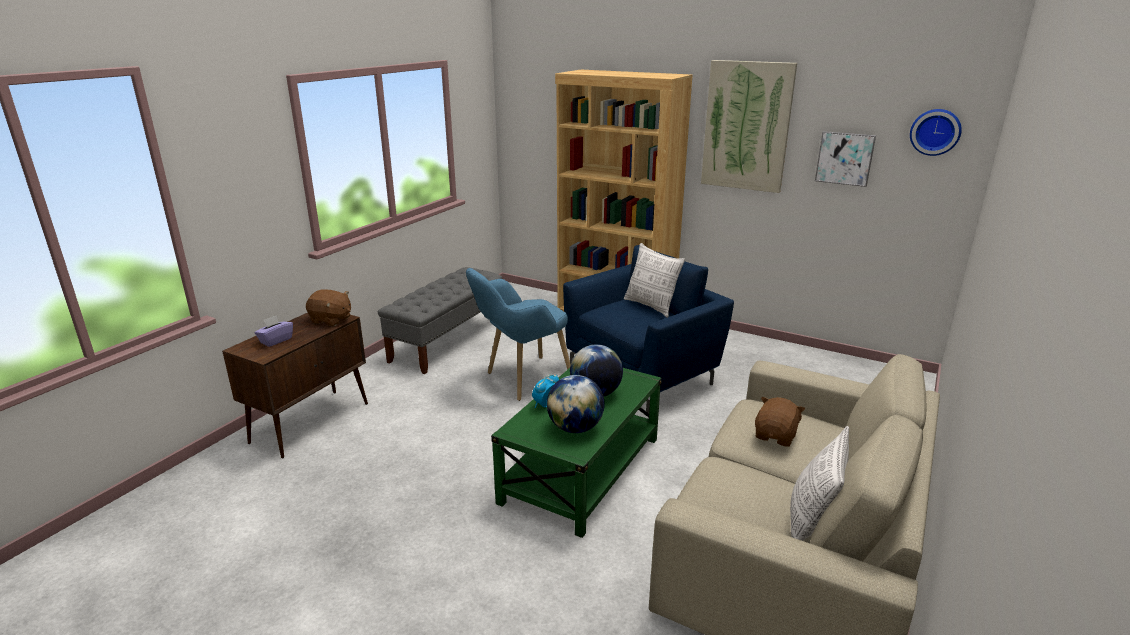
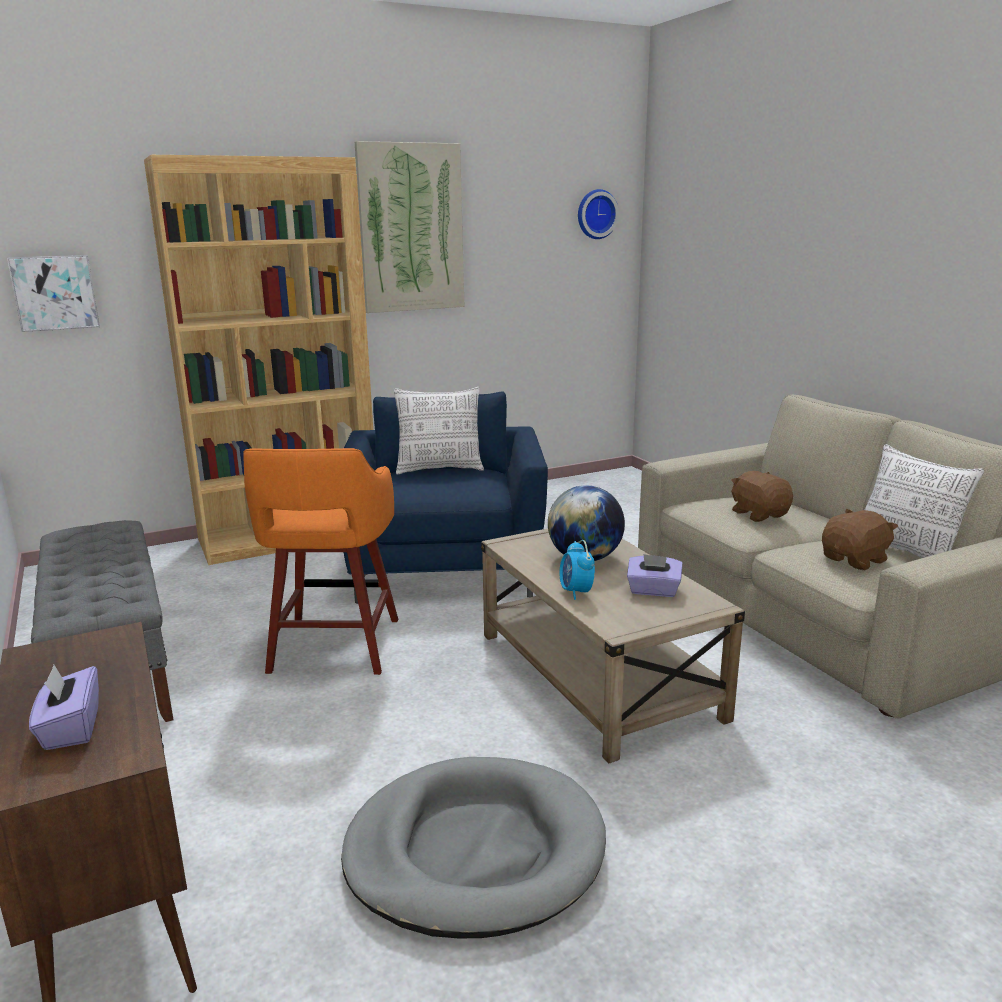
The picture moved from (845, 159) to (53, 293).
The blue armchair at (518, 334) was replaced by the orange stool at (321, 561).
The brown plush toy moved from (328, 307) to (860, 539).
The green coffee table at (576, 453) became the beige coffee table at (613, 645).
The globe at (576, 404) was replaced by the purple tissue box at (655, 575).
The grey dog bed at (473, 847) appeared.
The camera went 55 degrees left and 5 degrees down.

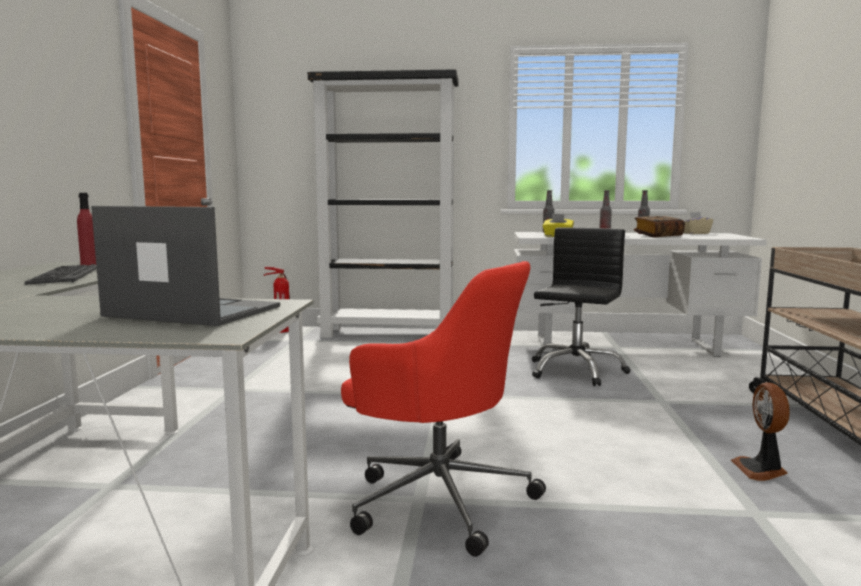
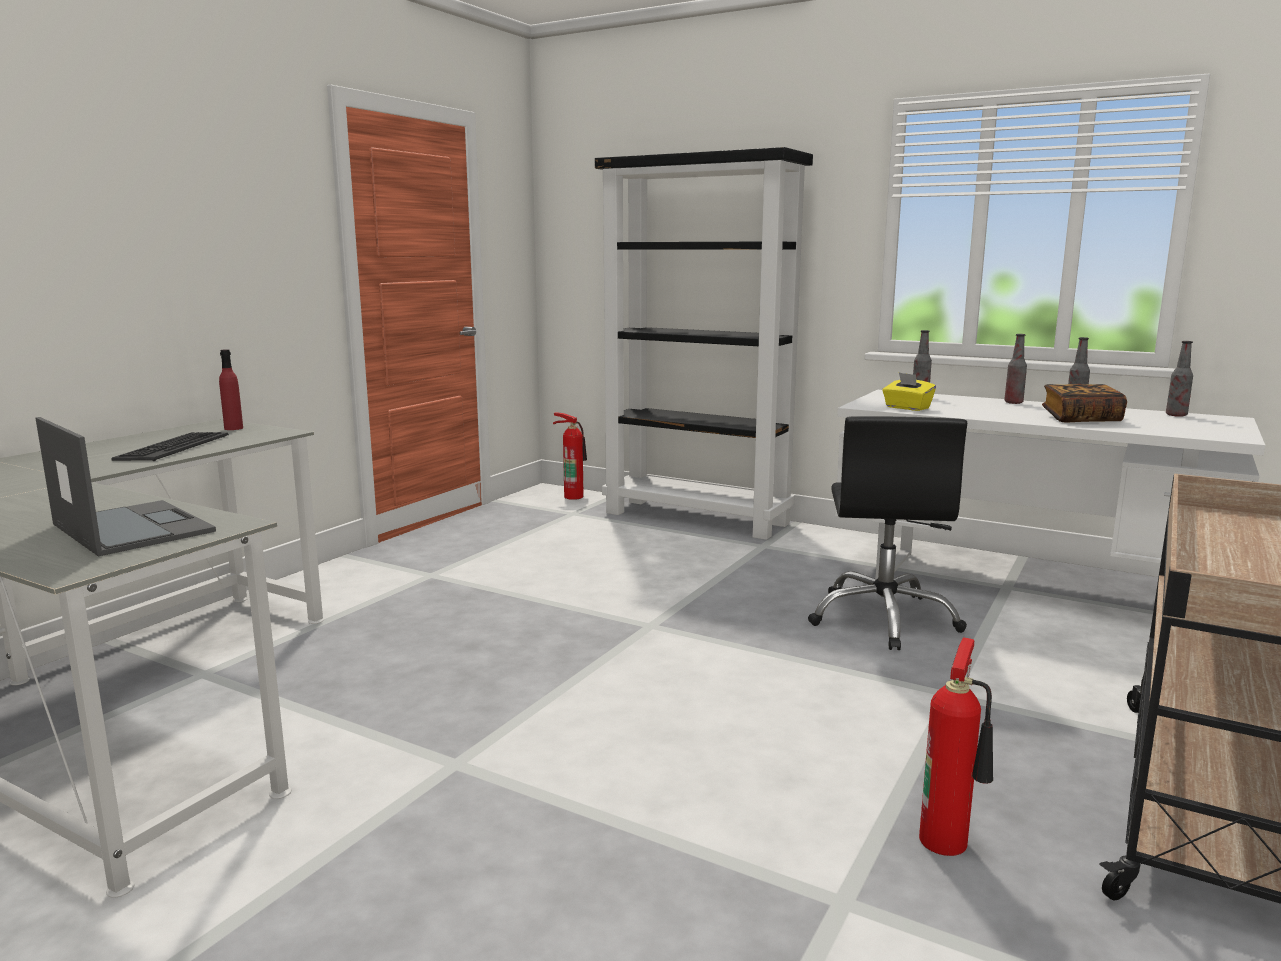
The beige tissue box at (698, 223) was replaced by the bottle at (1179, 379).
The black office chair at (581, 307) turned 135 degrees clockwise.
The red office chair at (443, 409) disappeared.
The fan at (760, 431) was replaced by the fire extinguisher at (956, 747).
The camera went 25 degrees right and 5 degrees up.

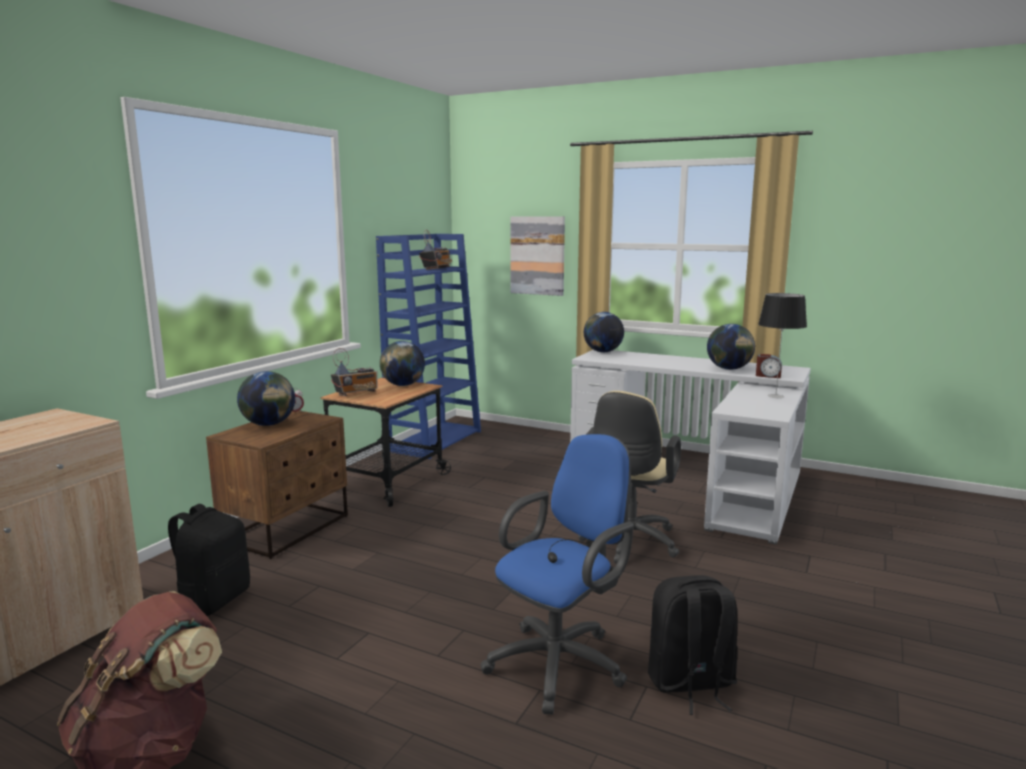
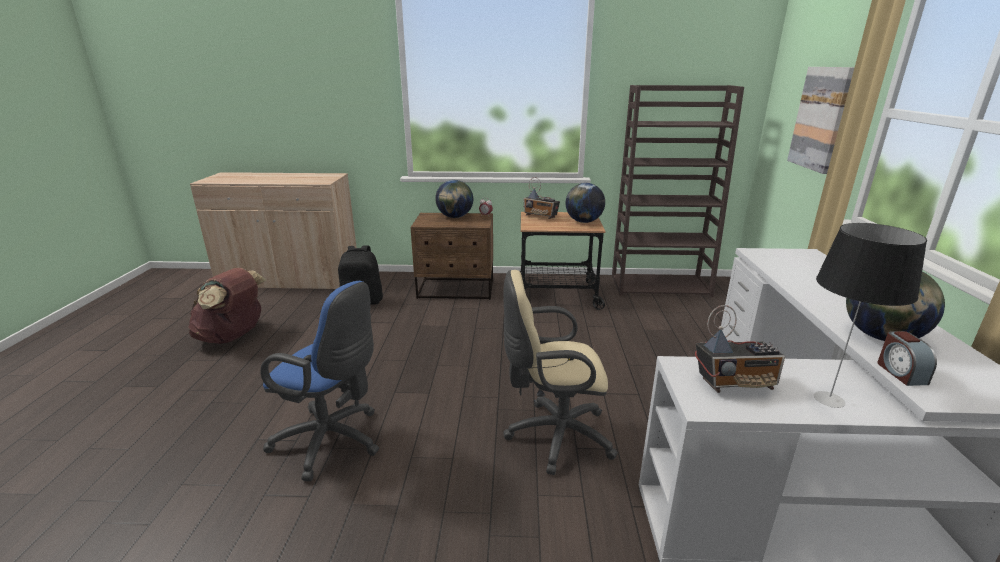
The radio moved from (435, 250) to (740, 349).
The blue bookcase at (428, 346) became the brown bookcase at (678, 191).
The globe at (604, 332) disappeared.
The black backpack at (693, 645) disappeared.
The camera went 65 degrees right and 10 degrees up.

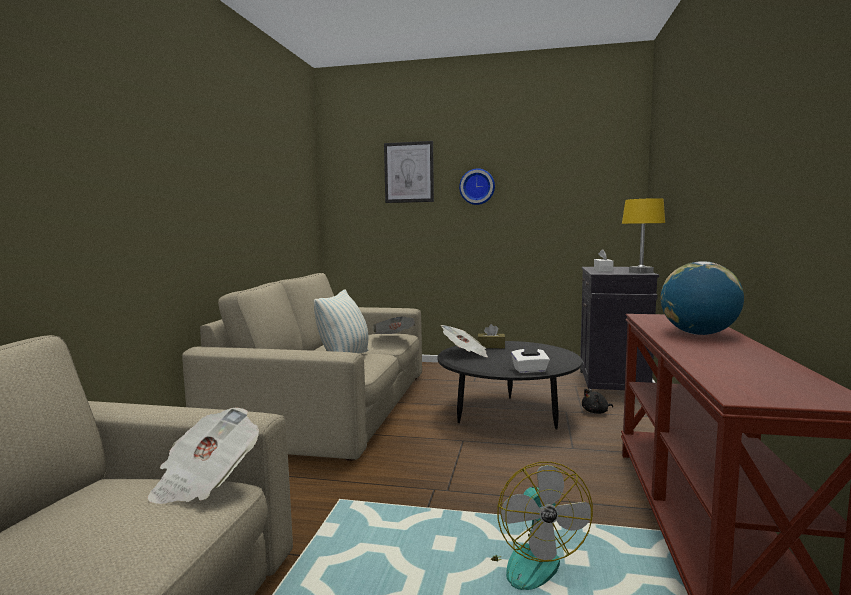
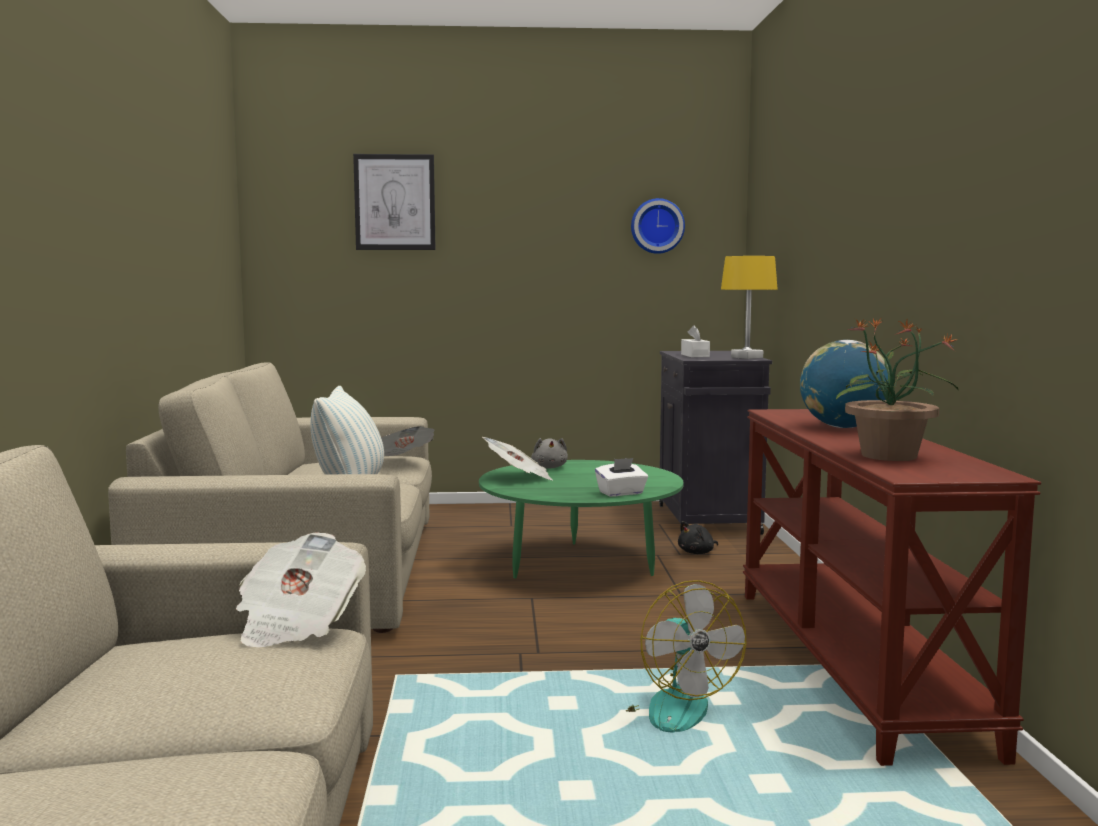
The wall clock moved from (477, 186) to (658, 226).
The brown tissue box at (491, 336) was replaced by the grey plush toy at (549, 453).
The black coffee table at (510, 385) became the green coffee table at (581, 519).
The potted plant at (897, 389) appeared.
The camera went 15 degrees left and 0 degrees up.

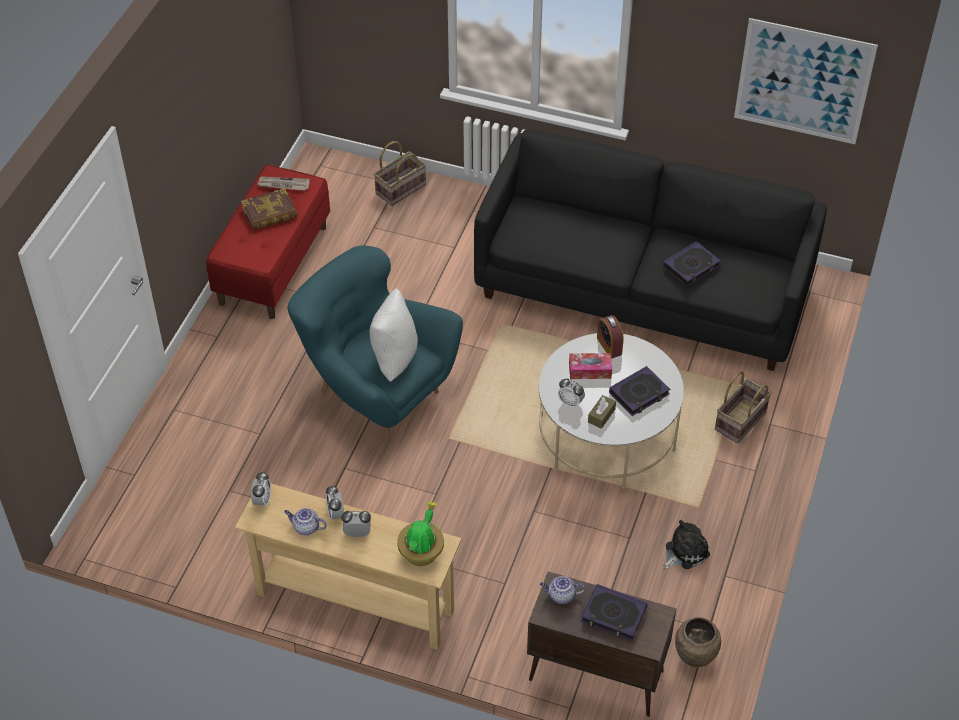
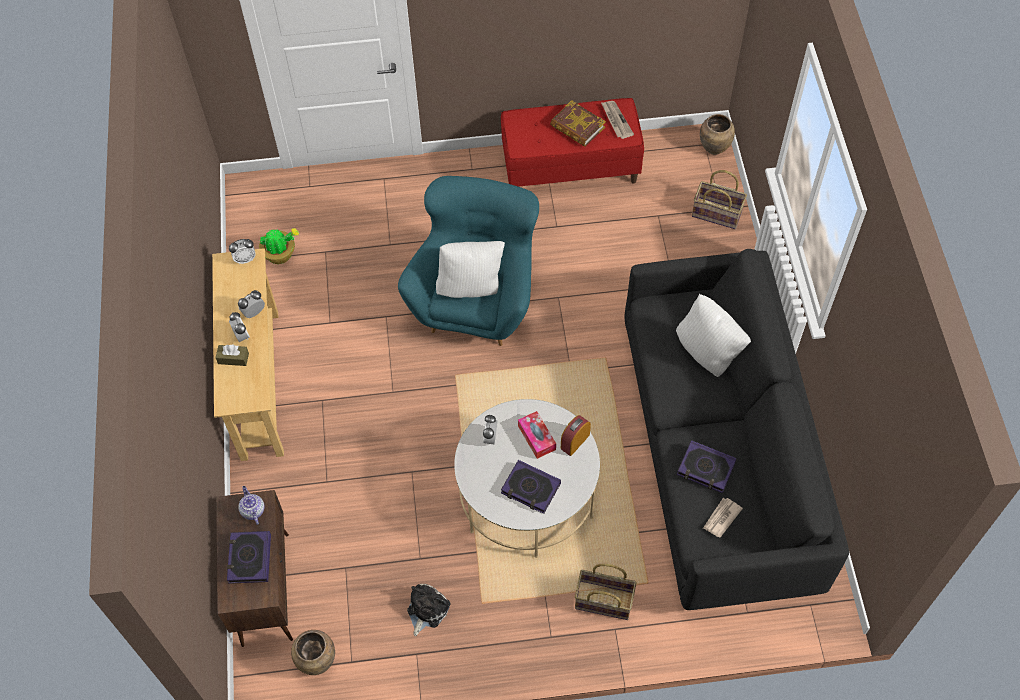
The picture at (806, 81) disappeared.
The brown tissue box moved from (602, 412) to (232, 355).
The potted plant moved from (420, 533) to (279, 246).
The teapot at (305, 521) disappeared.
The plush toy at (686, 544) turned 90 degrees counterclockwise.
The brown vase at (717, 134) appeared.
The white pillow at (713, 335) appeared.
The newspaper at (723, 518) appeared.
The camera went 65 degrees right and 10 degrees up.

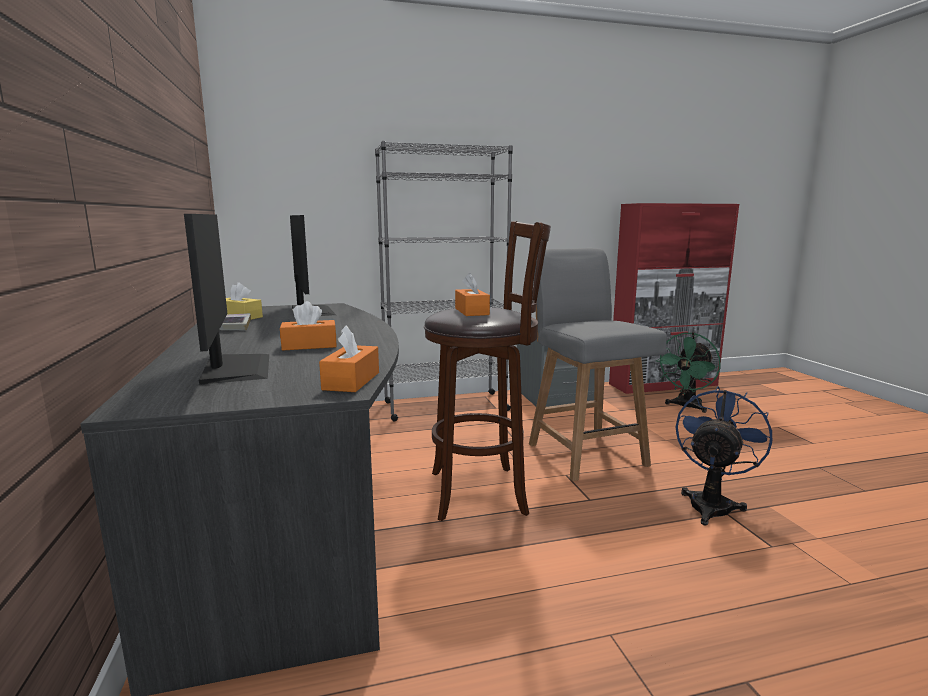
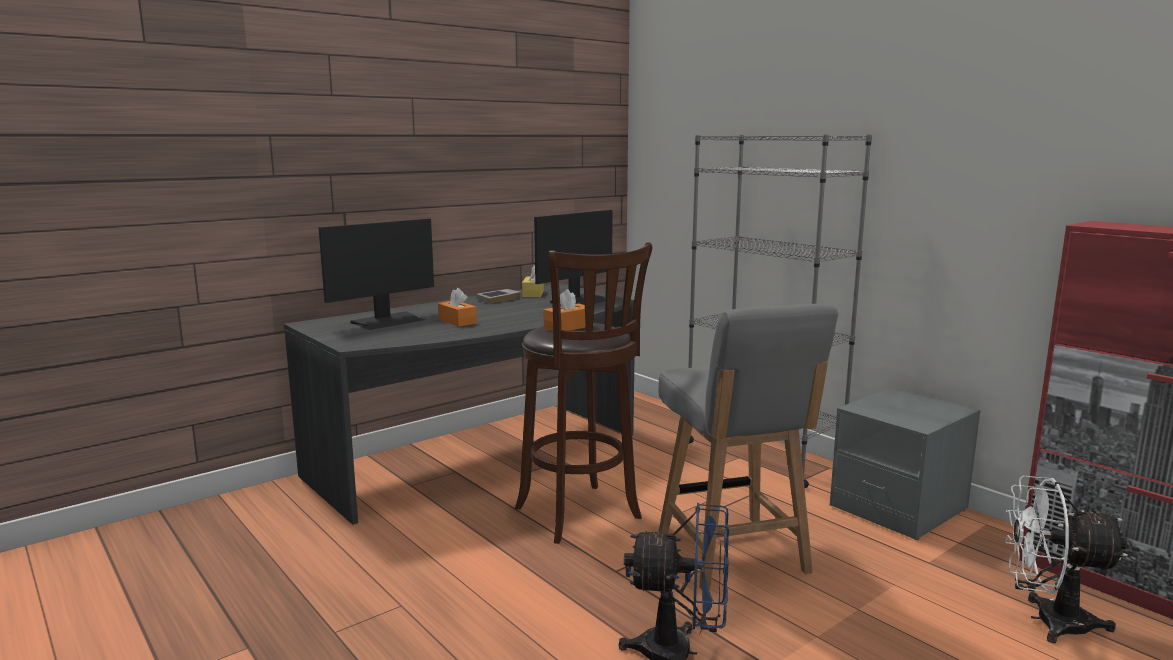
The grey chair at (598, 364) turned 120 degrees clockwise.
The orange tissue box at (349, 358) disappeared.
The green fan at (688, 372) became the white fan at (1066, 559).
The camera went 65 degrees right and 0 degrees up.

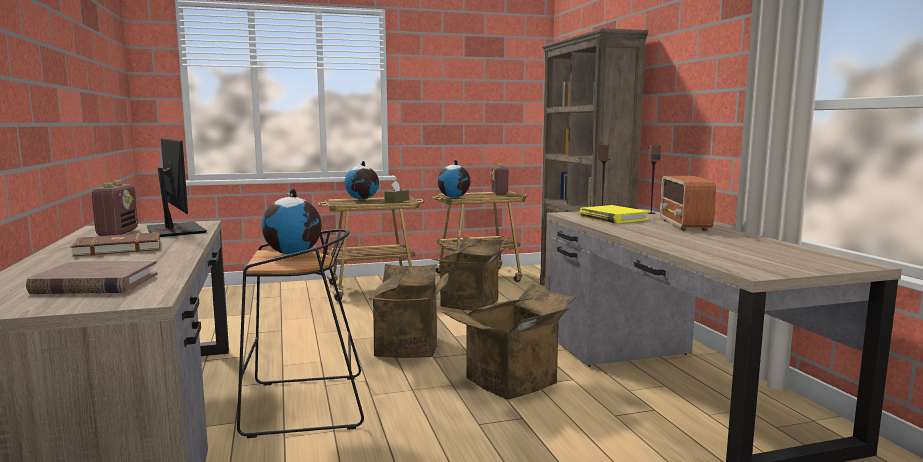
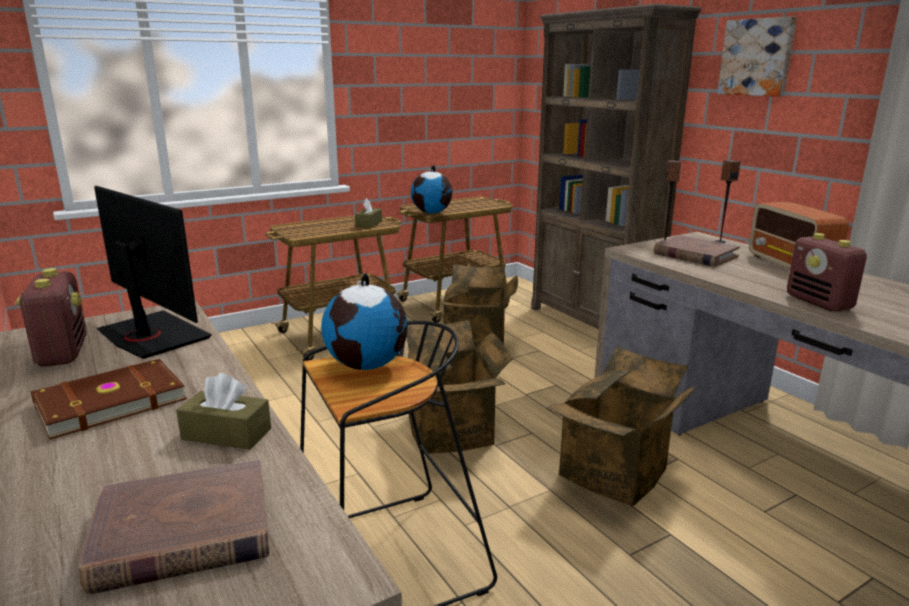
The globe at (362, 180) disappeared.
The radio moved from (500, 179) to (827, 272).
The yellow book at (615, 214) became the brown book at (697, 251).
The picture at (757, 56) appeared.
The brown tissue box at (223, 411) appeared.
The camera went 15 degrees left and 10 degrees up.

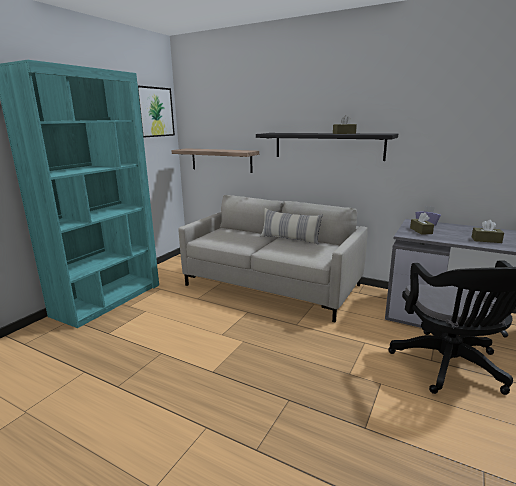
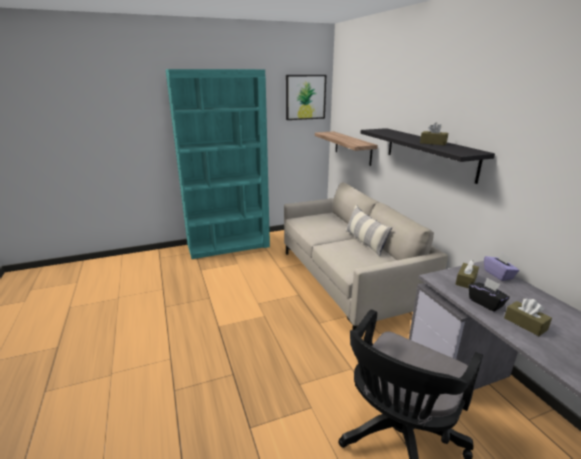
The black tissue box at (489, 295) appeared.
The camera went 40 degrees right and 5 degrees up.

